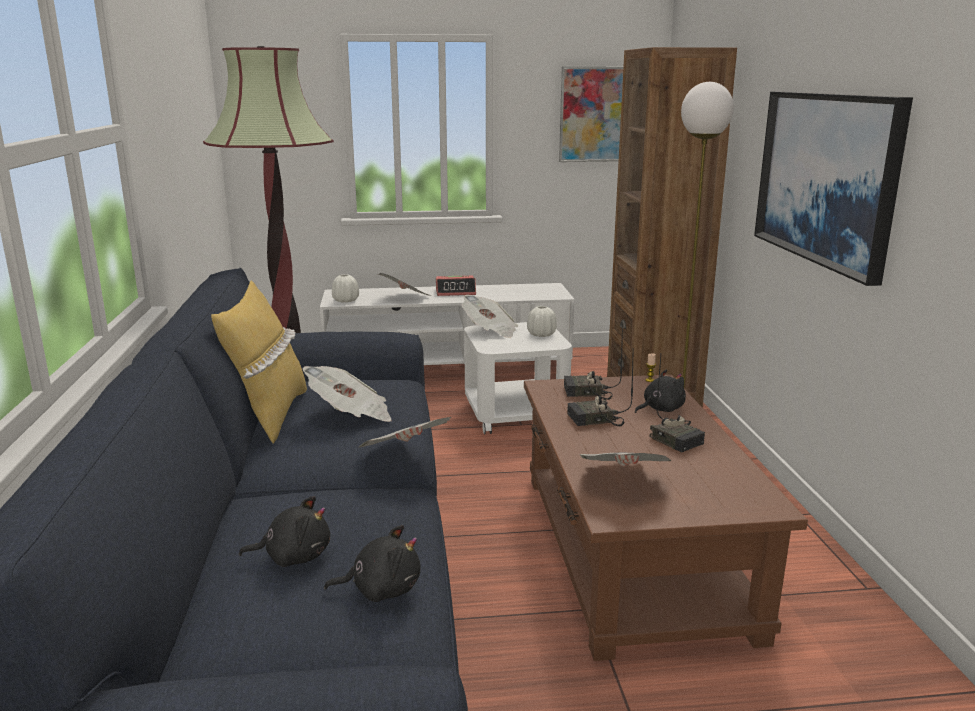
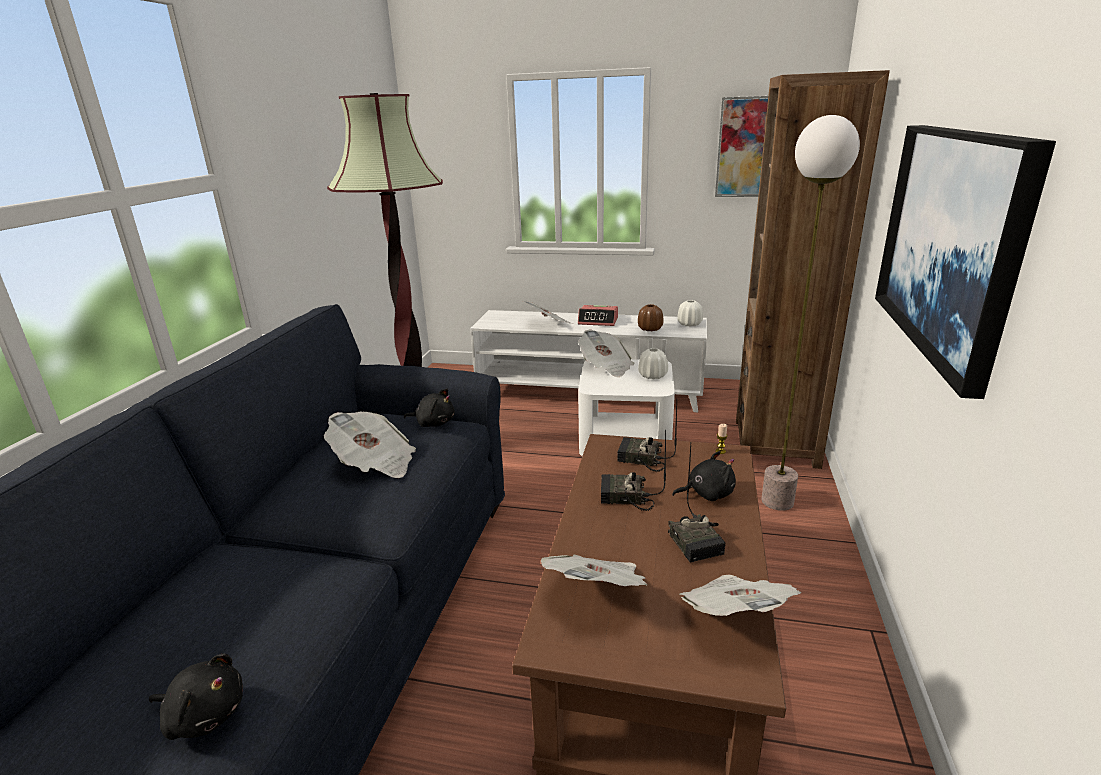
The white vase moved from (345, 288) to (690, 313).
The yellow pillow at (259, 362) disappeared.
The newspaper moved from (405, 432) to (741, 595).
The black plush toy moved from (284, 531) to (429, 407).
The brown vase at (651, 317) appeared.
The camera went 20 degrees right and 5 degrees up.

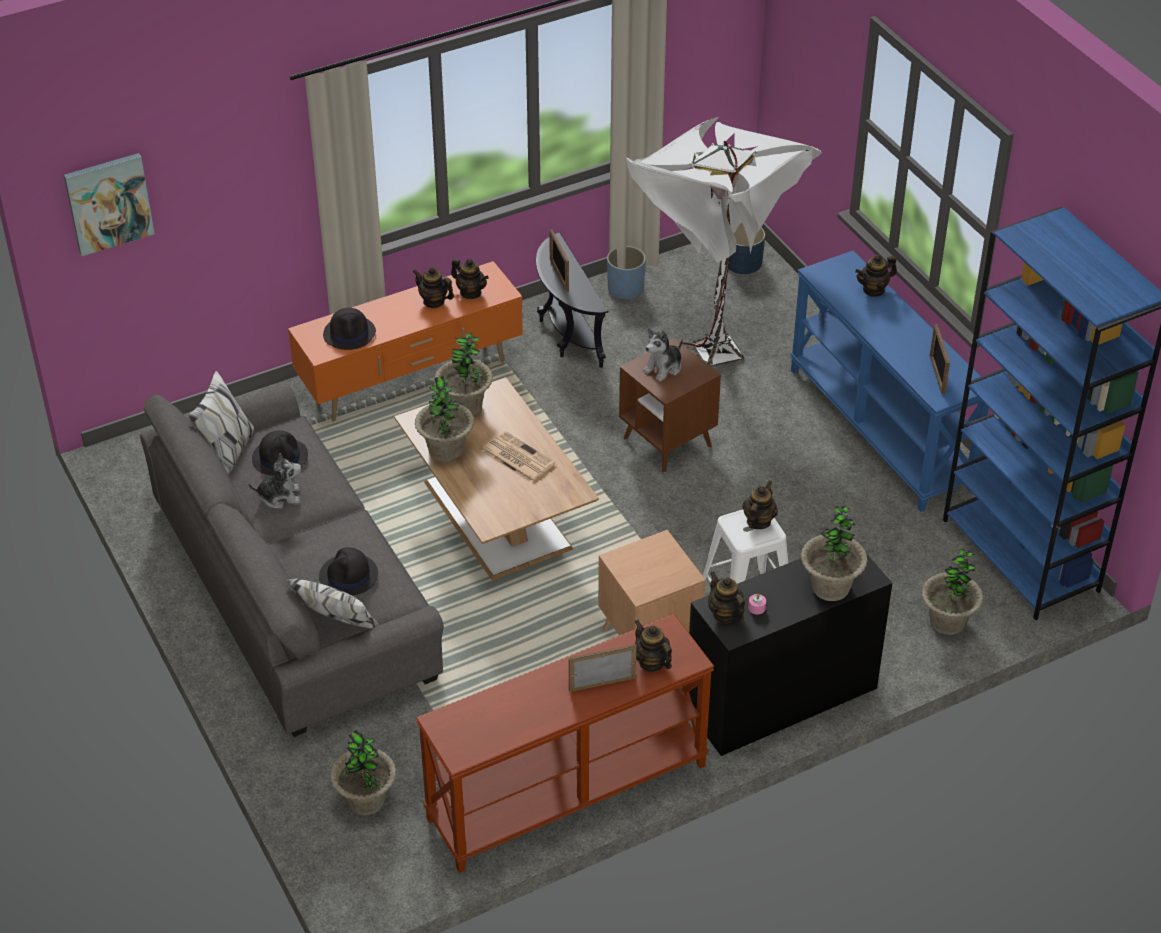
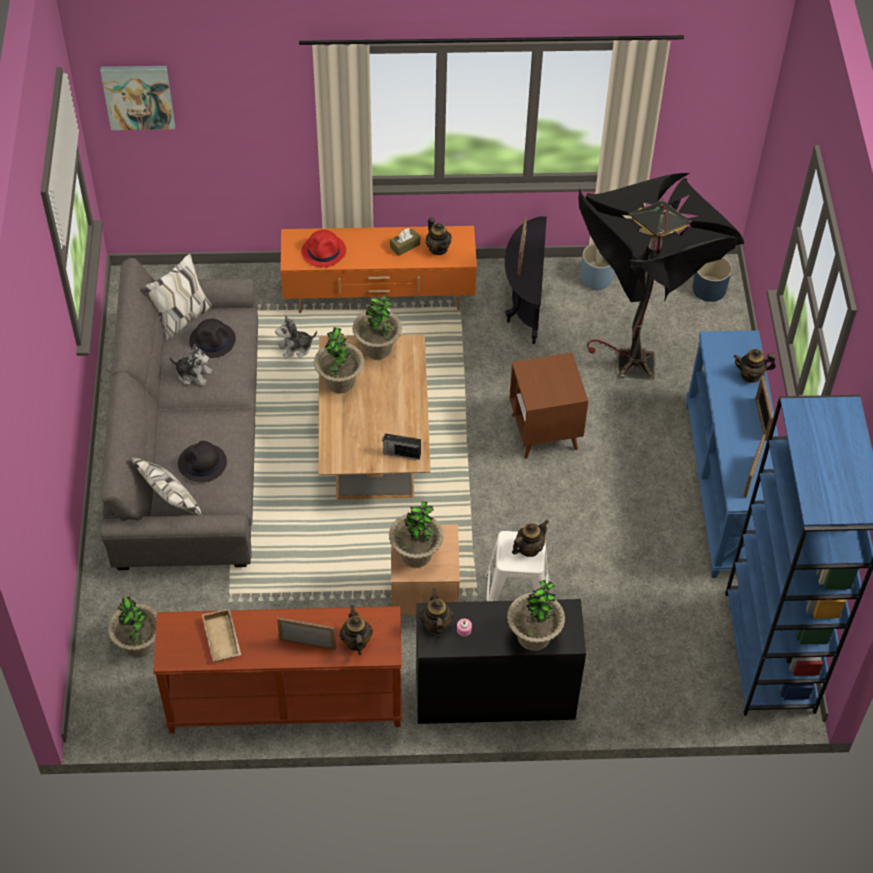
The white floor lamp at (724, 242) became the black floor lamp at (661, 276).
The teapot at (433, 287) was replaced by the brown tissue box at (405, 242).
The black hat at (349, 329) became the red hat at (323, 248).
The plush toy moved from (663, 354) to (296, 337).
The newspaper at (518, 457) disappeared.
The potted plant moved from (952, 592) to (416, 534).
The picture frame at (764, 408) appeared.
The radio at (401, 446) appeared.
The beige tray at (221, 635) appeared.
The camera went 25 degrees right and 10 degrees up.

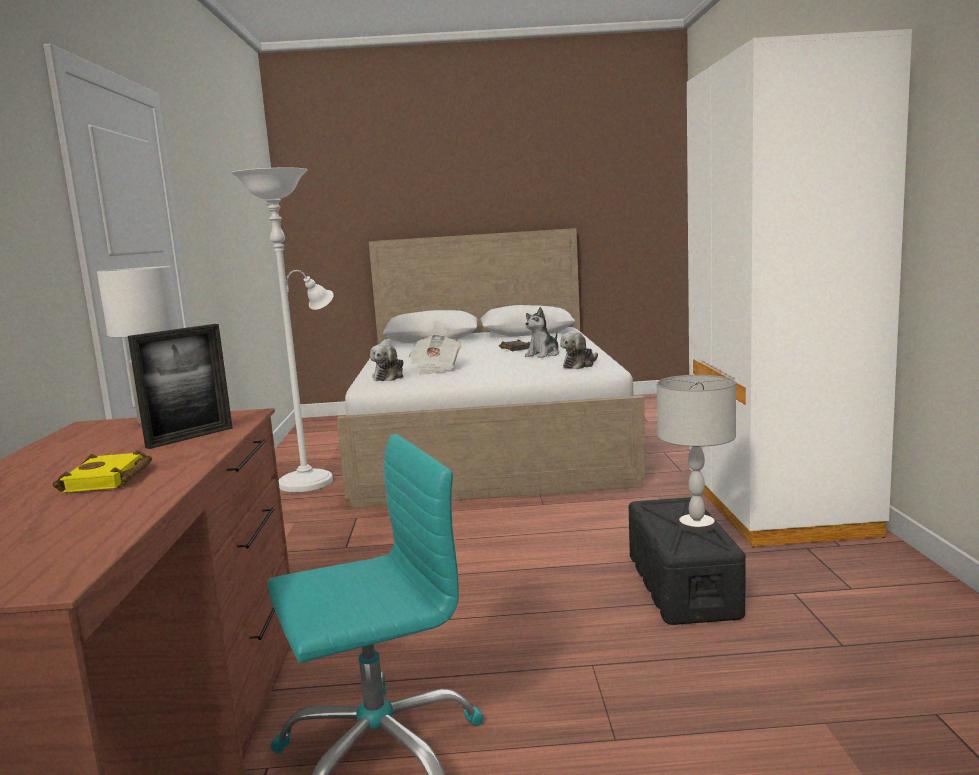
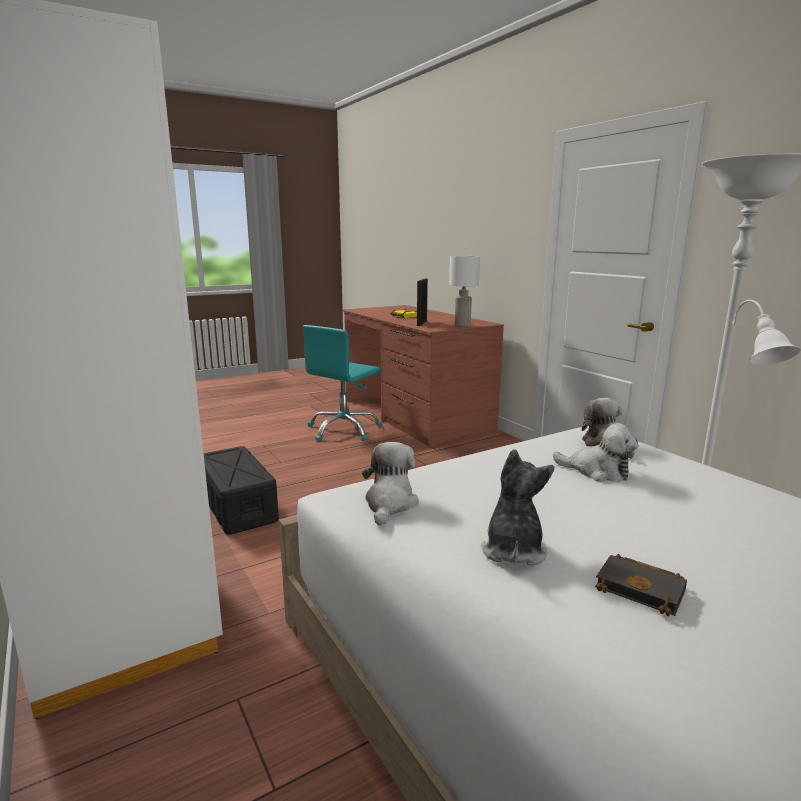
The newspaper at (435, 354) was replaced by the plush toy at (596, 452).
The grey table lamp at (696, 454) disappeared.
The camera went 150 degrees right and 5 degrees up.

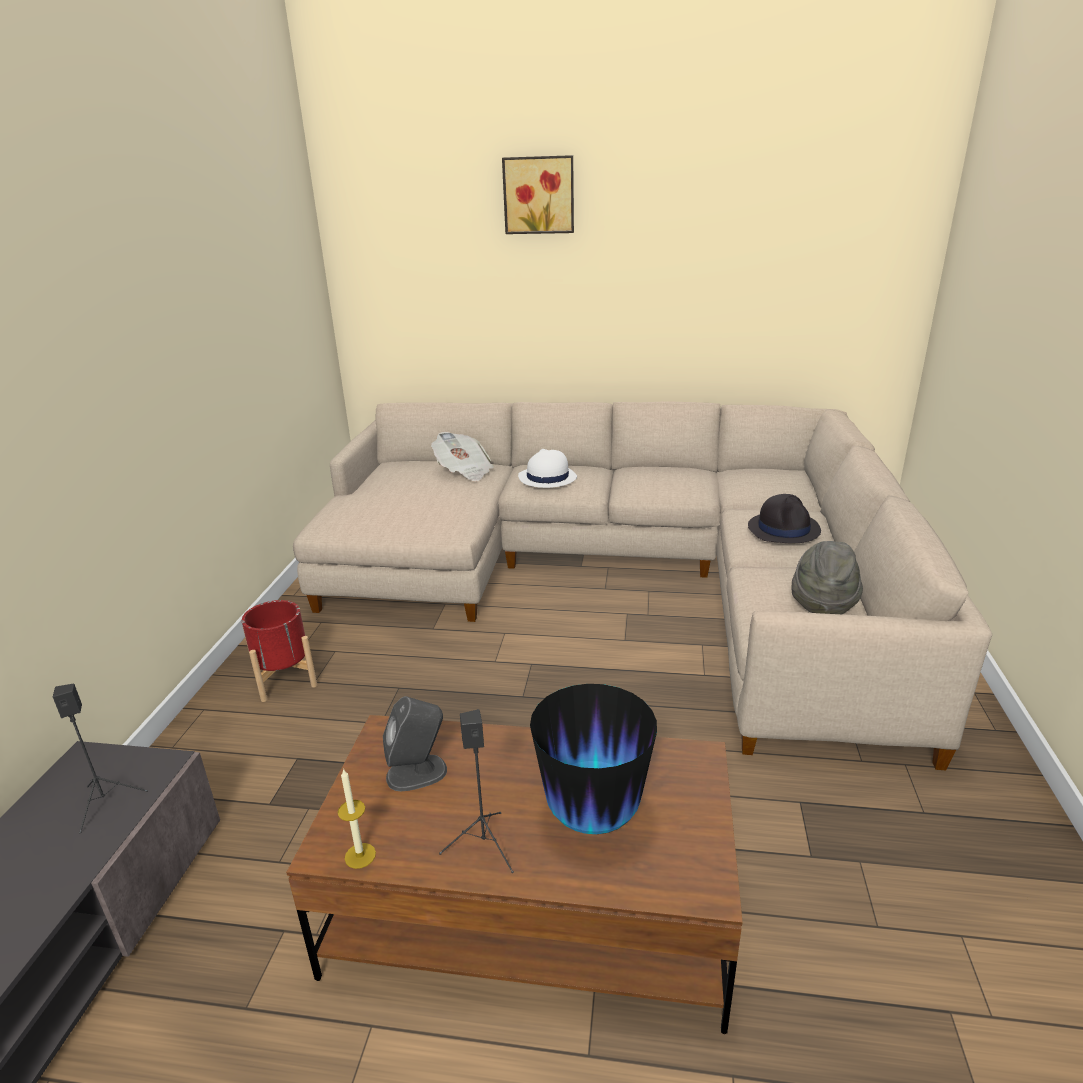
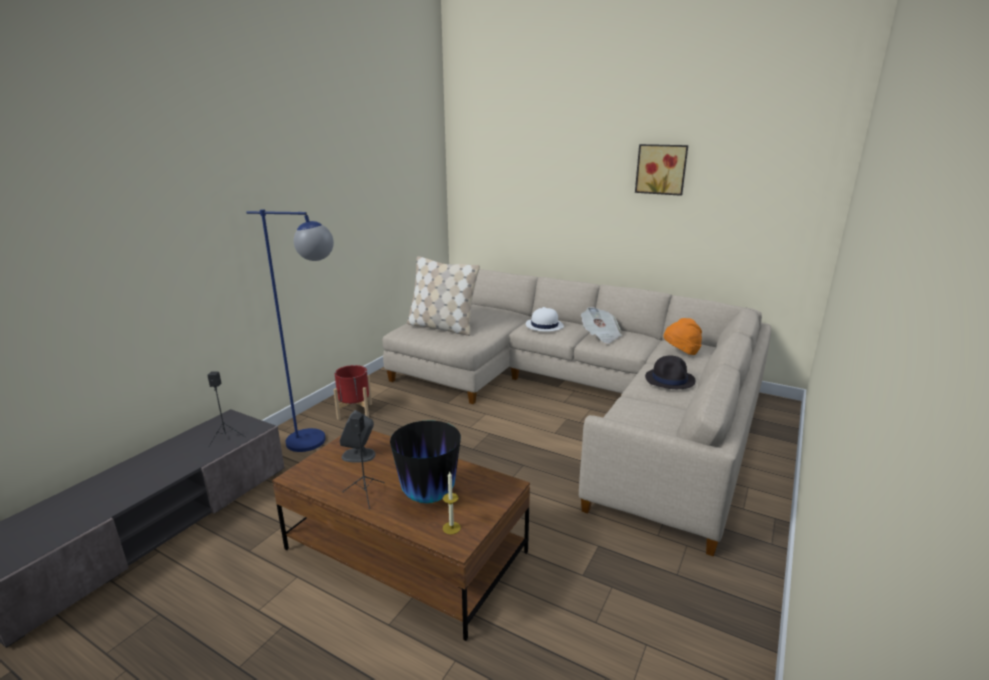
The picture moved from (538, 194) to (661, 170).
The newspaper moved from (462, 456) to (601, 325).
The grey hat at (827, 577) disappeared.
The candle moved from (357, 818) to (452, 503).
The blue floor lamp at (290, 330) appeared.
The beige pillow at (443, 296) appeared.
The orange hat at (682, 336) appeared.
The camera went 20 degrees right and 5 degrees down.

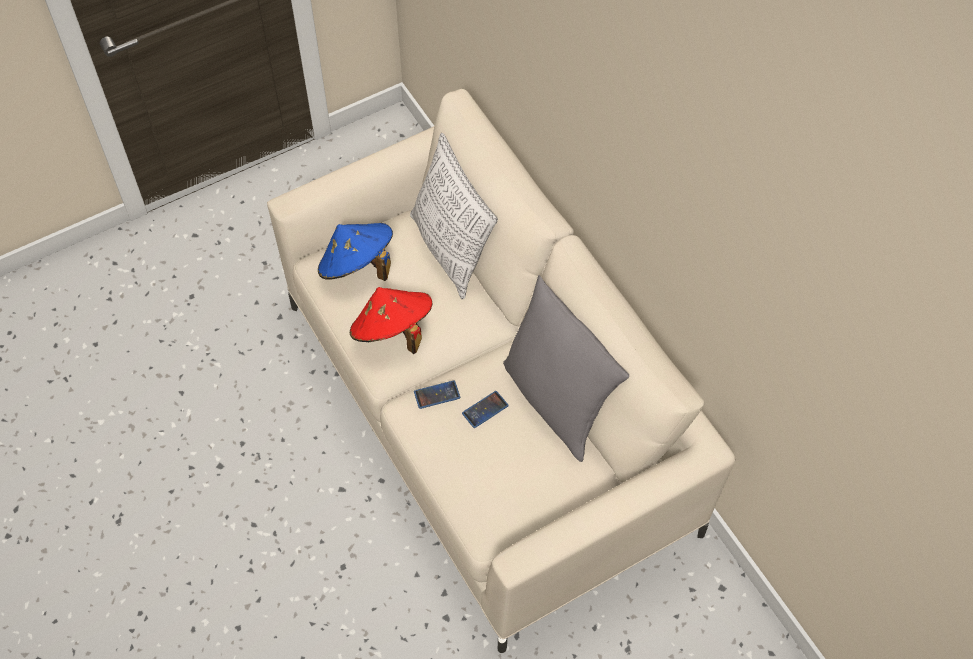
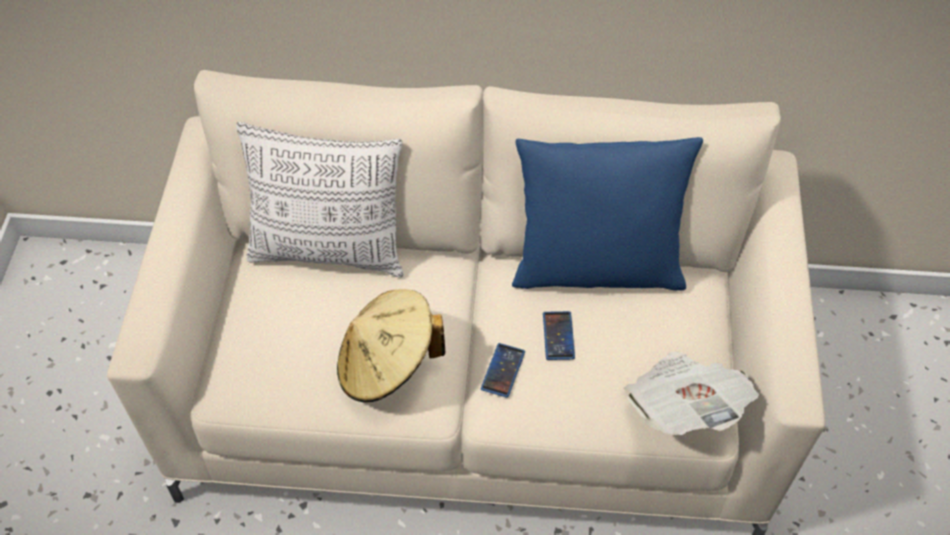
The blue hat at (355, 252) disappeared.
The grey pillow at (566, 368) became the blue pillow at (607, 213).
The red hat at (391, 320) became the beige hat at (391, 346).
The newspaper at (691, 393) appeared.
The camera went 55 degrees left and 5 degrees down.

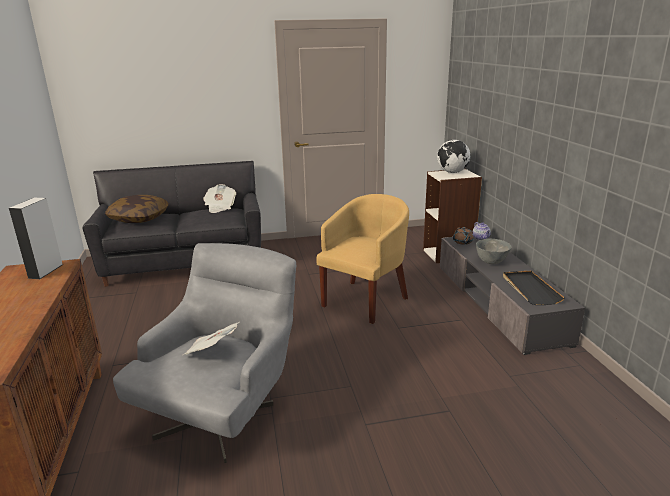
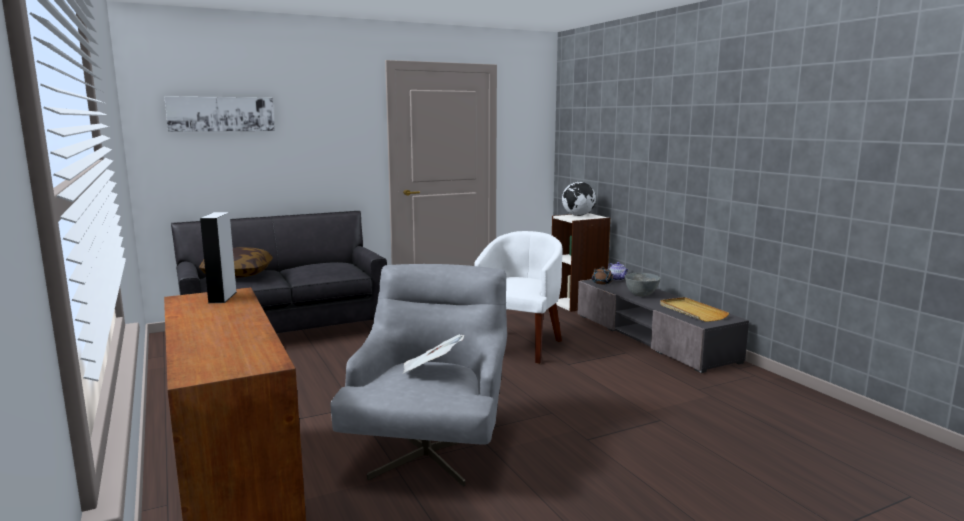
The newspaper at (219, 198) disappeared.
The yellow armchair at (362, 259) became the white armchair at (518, 297).
The black tray at (534, 288) became the beige tray at (694, 309).
The picture at (219, 114) appeared.
The camera went 15 degrees left and 10 degrees down.

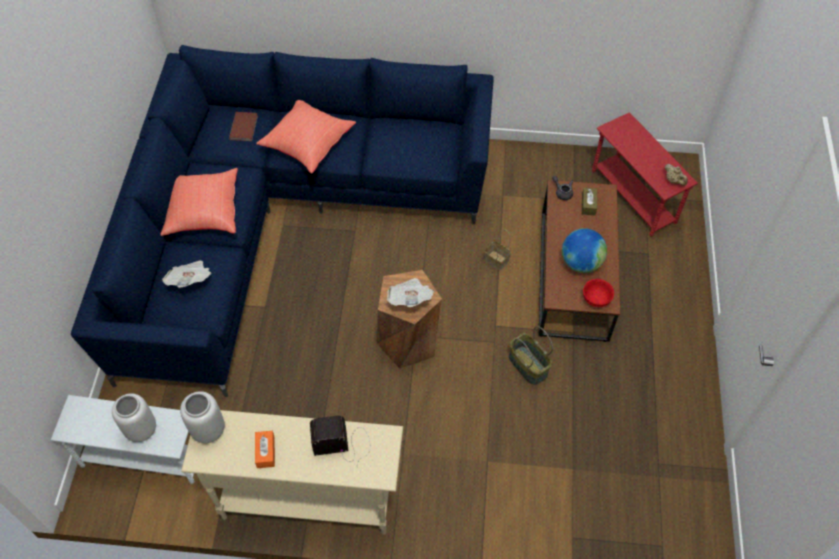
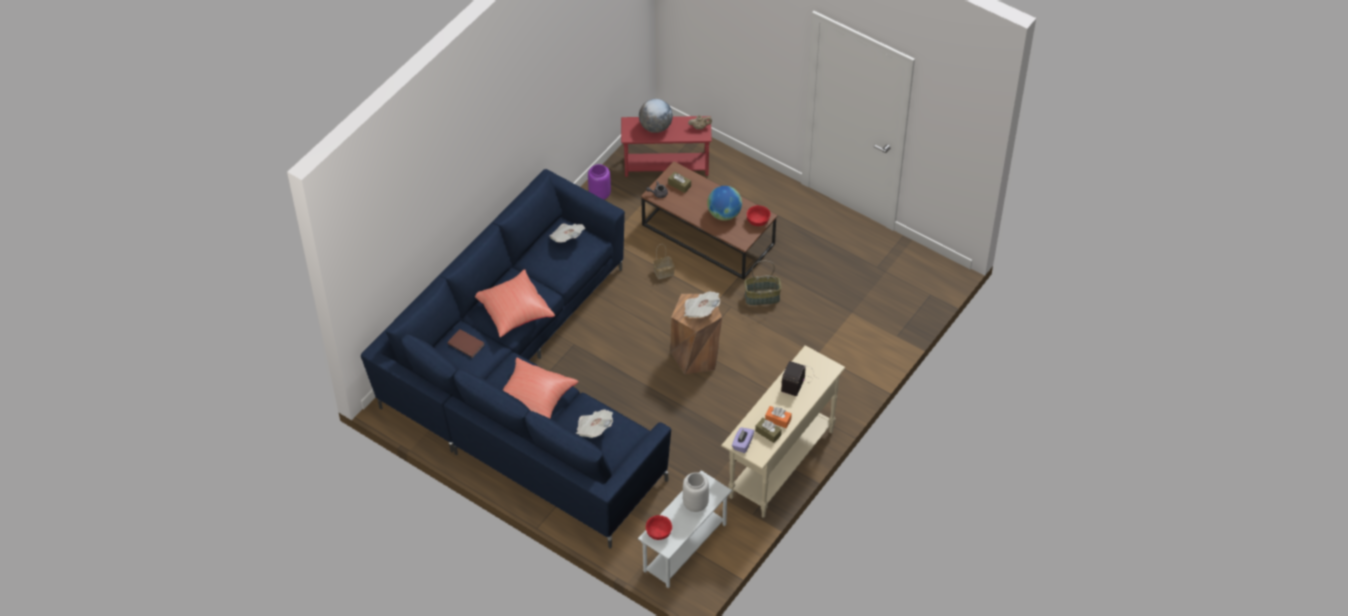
The grey vase at (202, 417) was replaced by the purple tissue box at (743, 440).
The globe at (656, 116) appeared.
The purple vase at (599, 182) appeared.
The newspaper at (567, 233) appeared.
The brown tissue box at (768, 430) appeared.
The red bowl at (659, 527) appeared.
The camera went 60 degrees left and 5 degrees down.

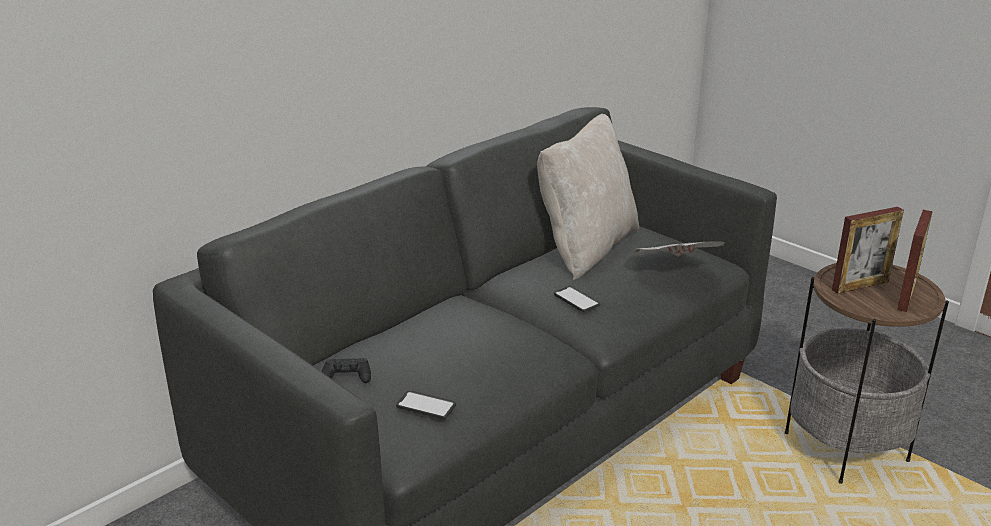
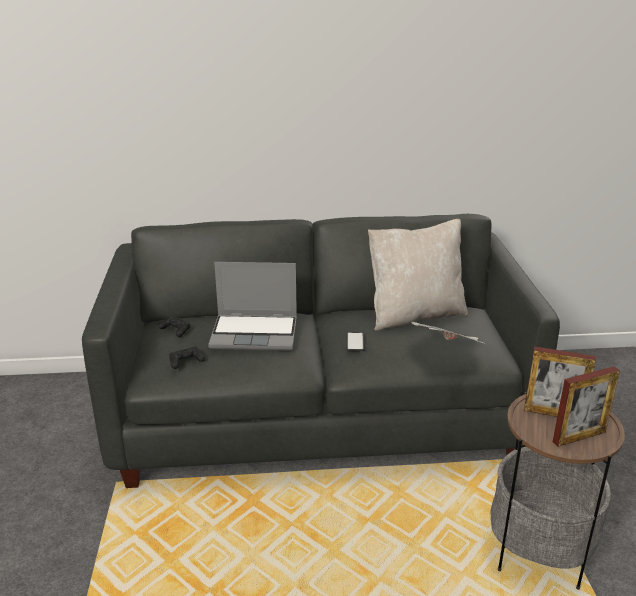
The phone at (426, 405) was replaced by the black game controller at (187, 358).
The laptop at (252, 306) appeared.
The camera went 40 degrees right and 0 degrees up.

